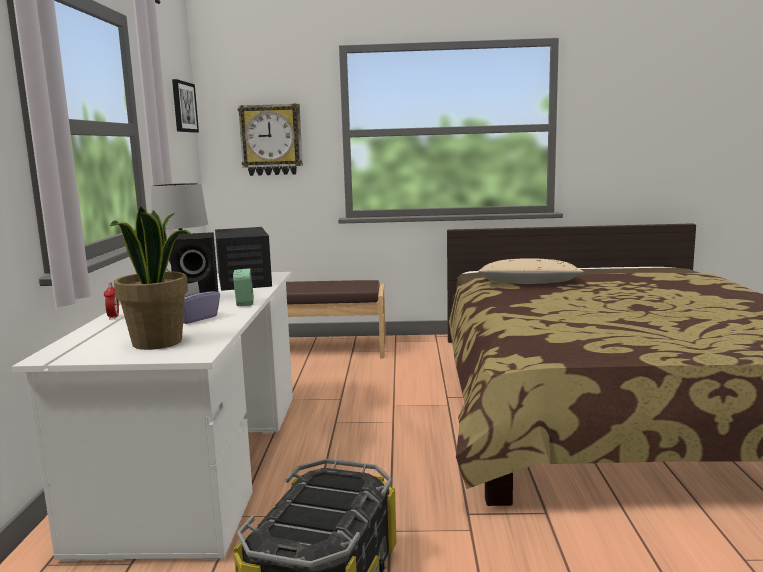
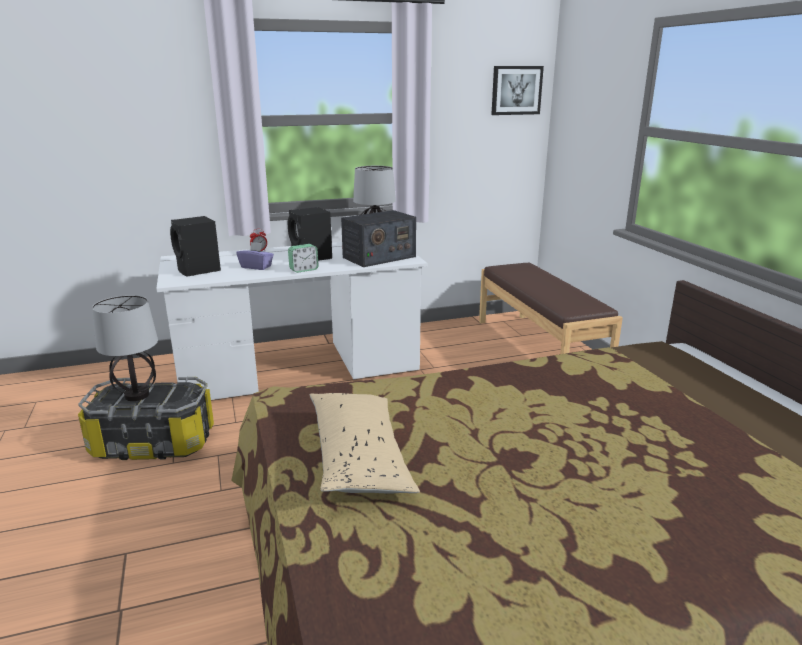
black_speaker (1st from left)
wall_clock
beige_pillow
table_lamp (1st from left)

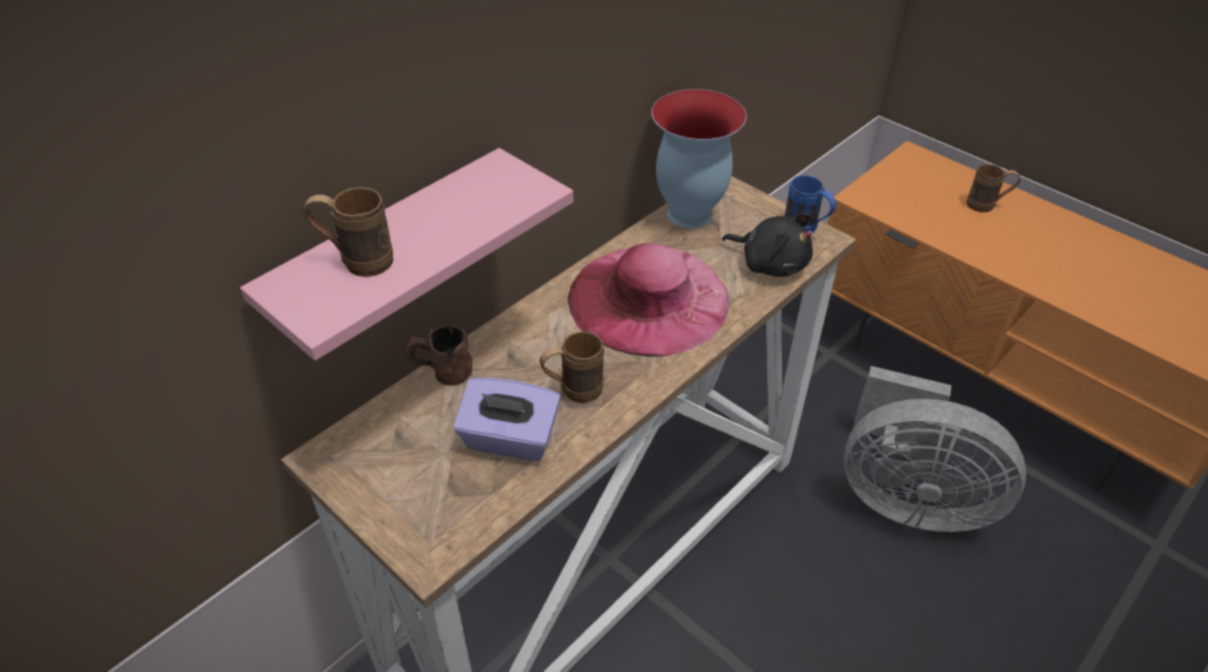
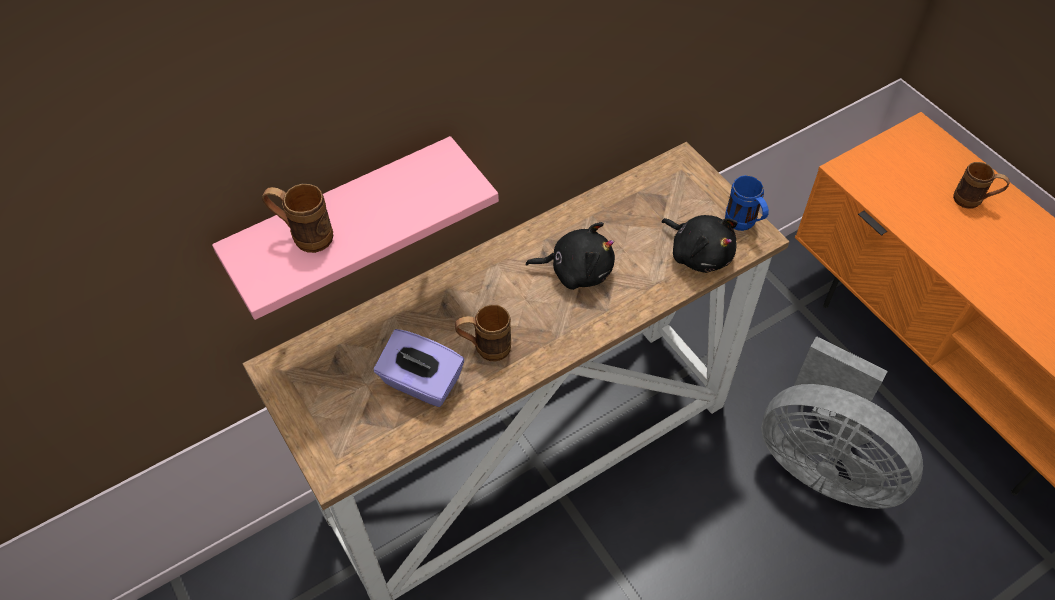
brown_mug (2nd from left in the first image)
black_plush_toy (1st from left)
vase

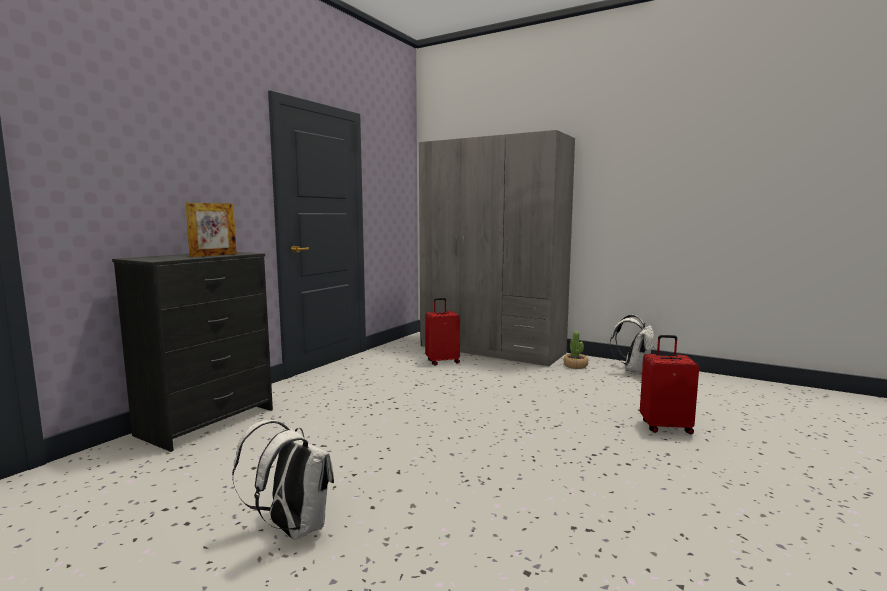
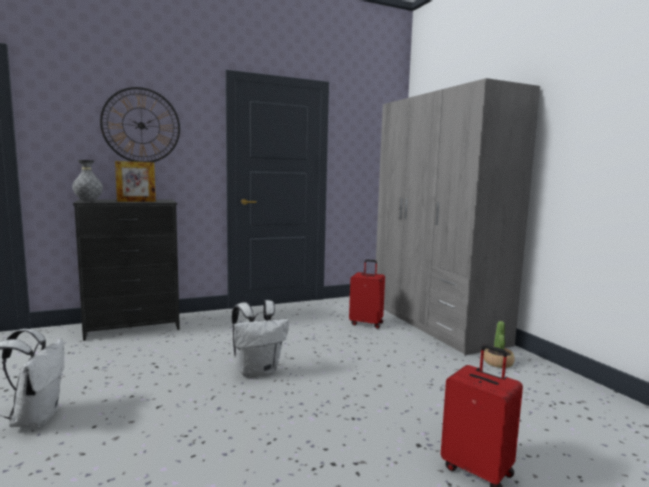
white_backpack (2nd from left)
grey_vase
wall_clock

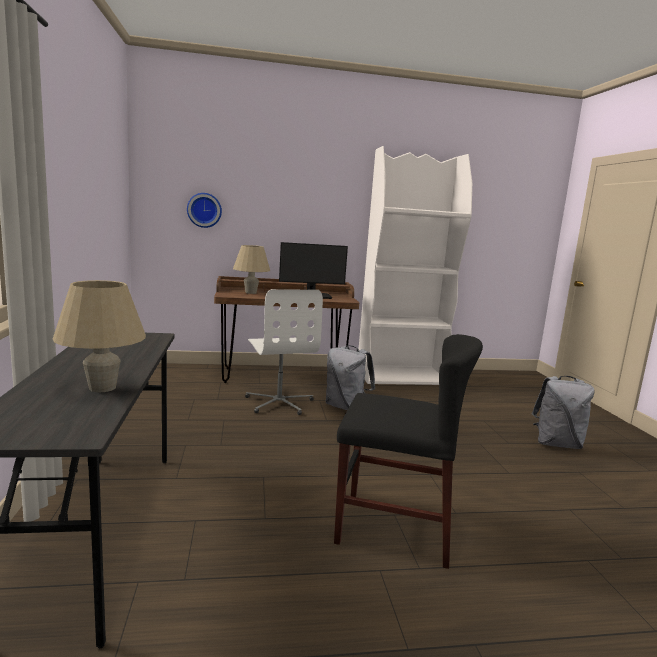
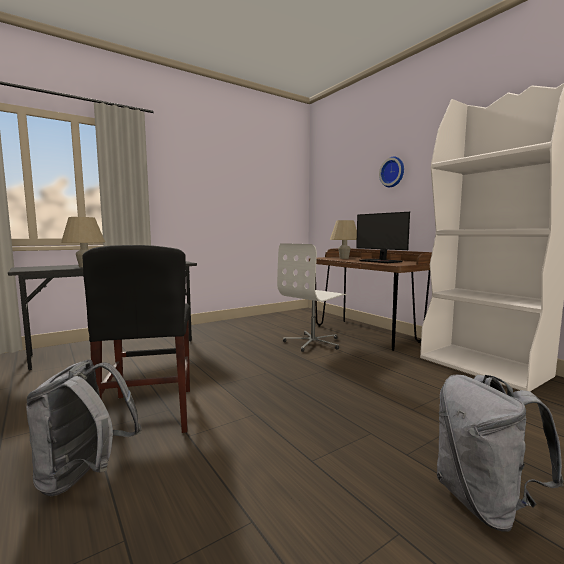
wall_clock
grey_backpack (1st from left)

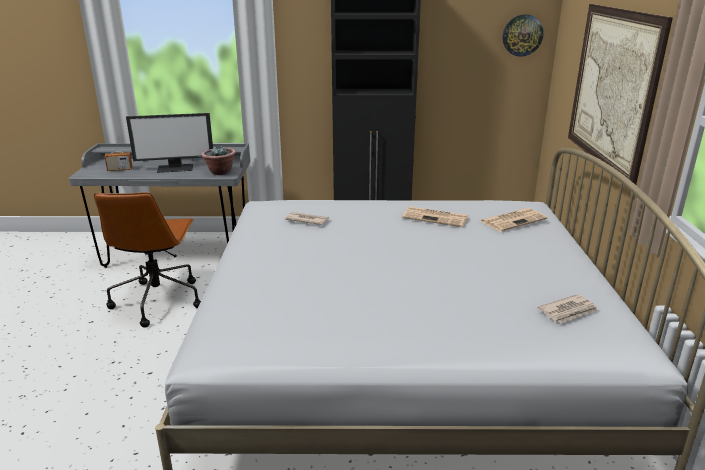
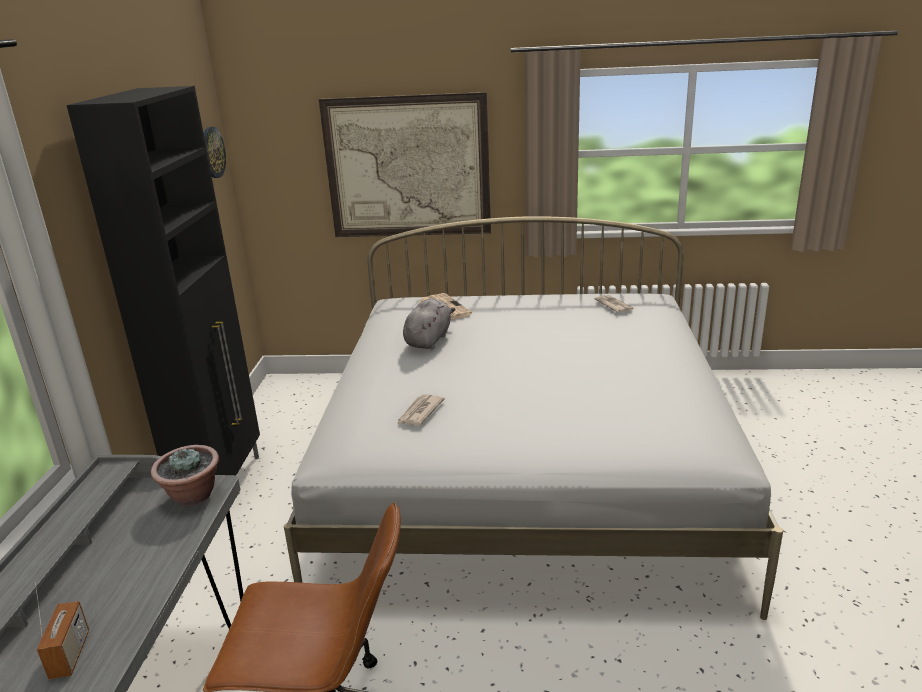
monitor
grey_plush_toy

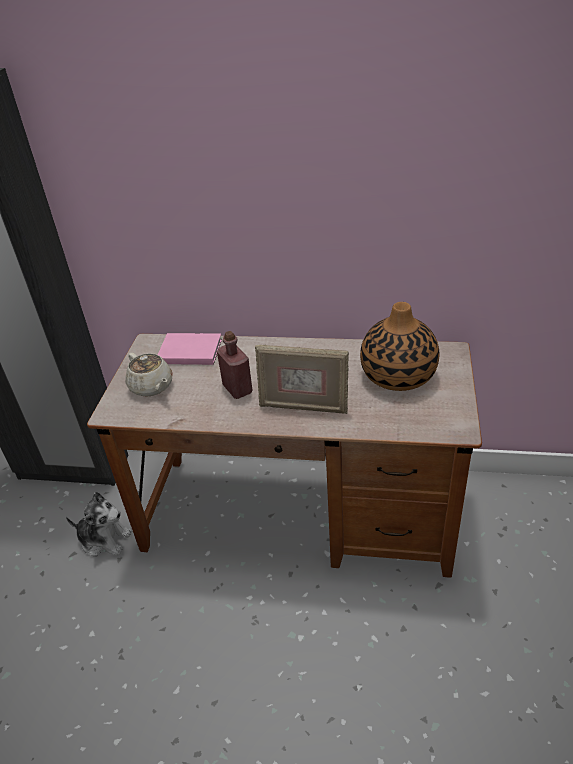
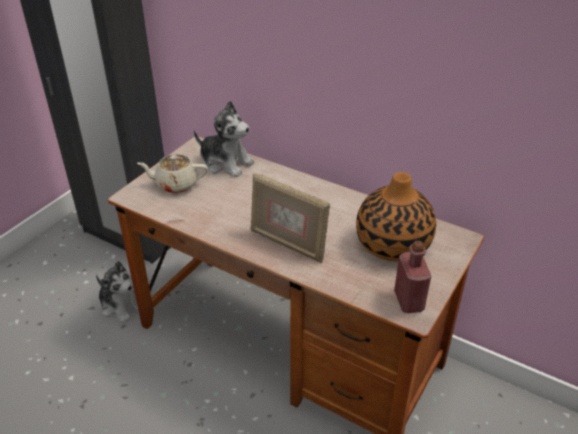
beige_teapot
plush_toy (2nd from left)
red_bottle

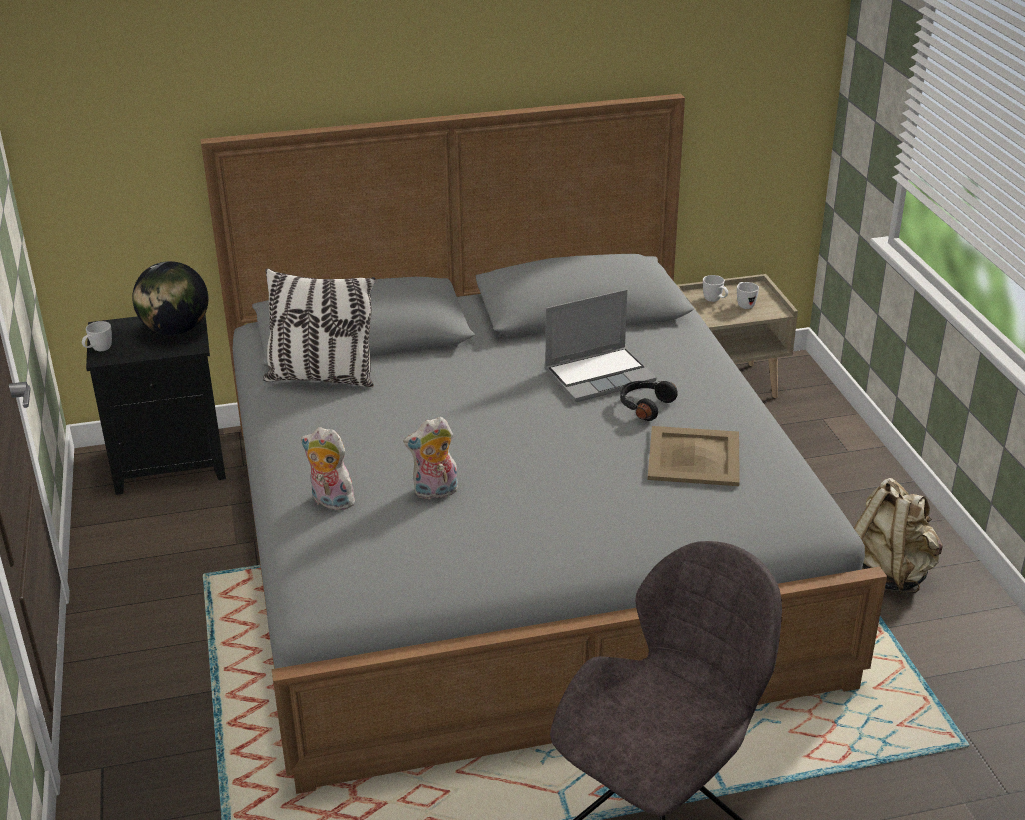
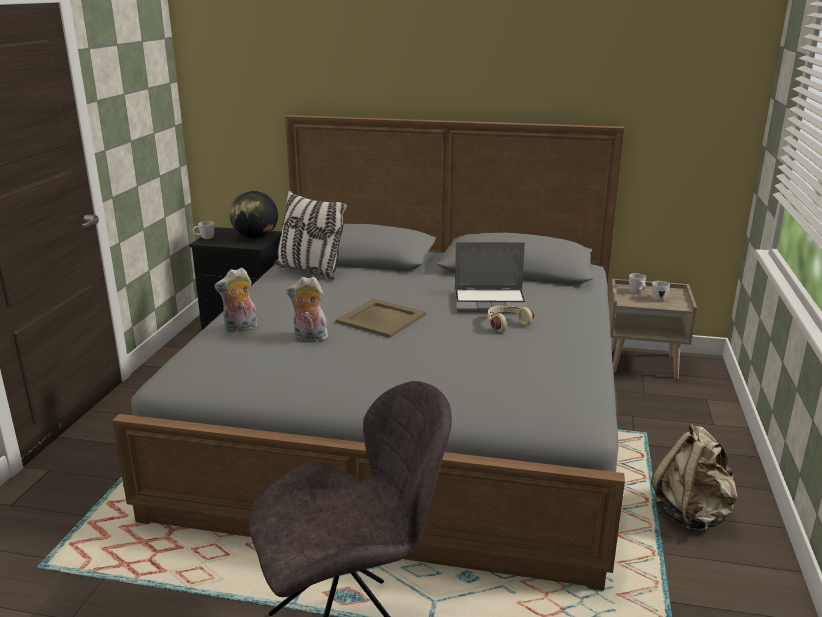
plush_toy (1st from left)
beige_headphones
beige_tray

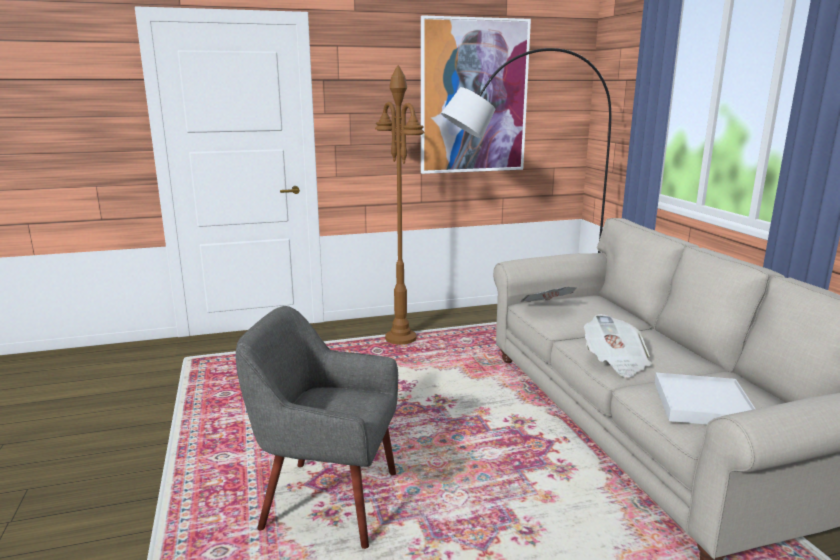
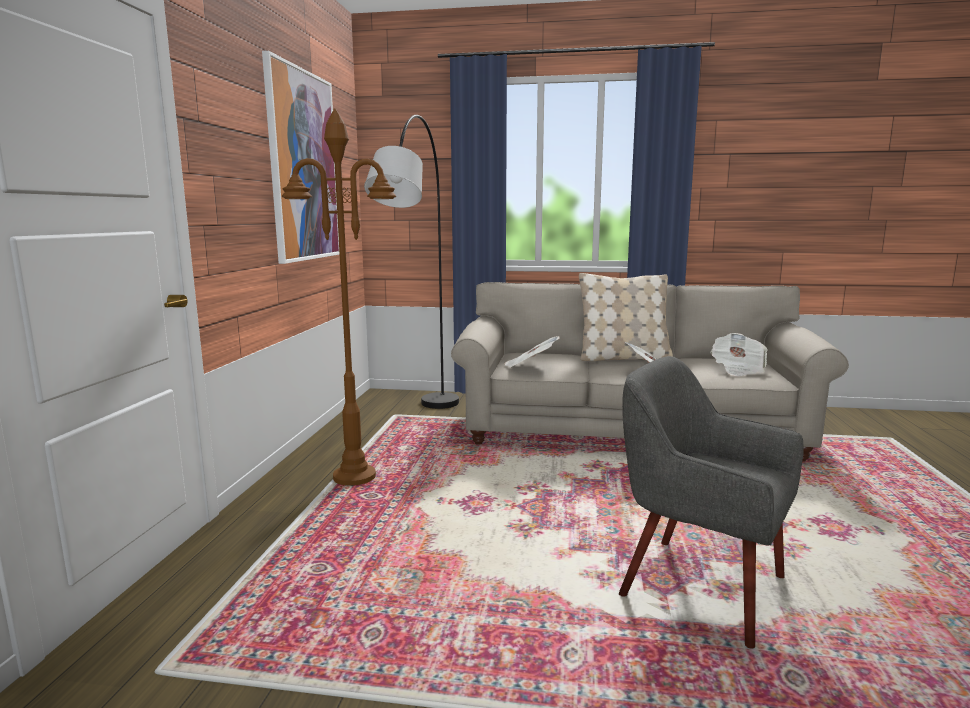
grey_armchair
newspaper (3rd from left)
beige_pillow

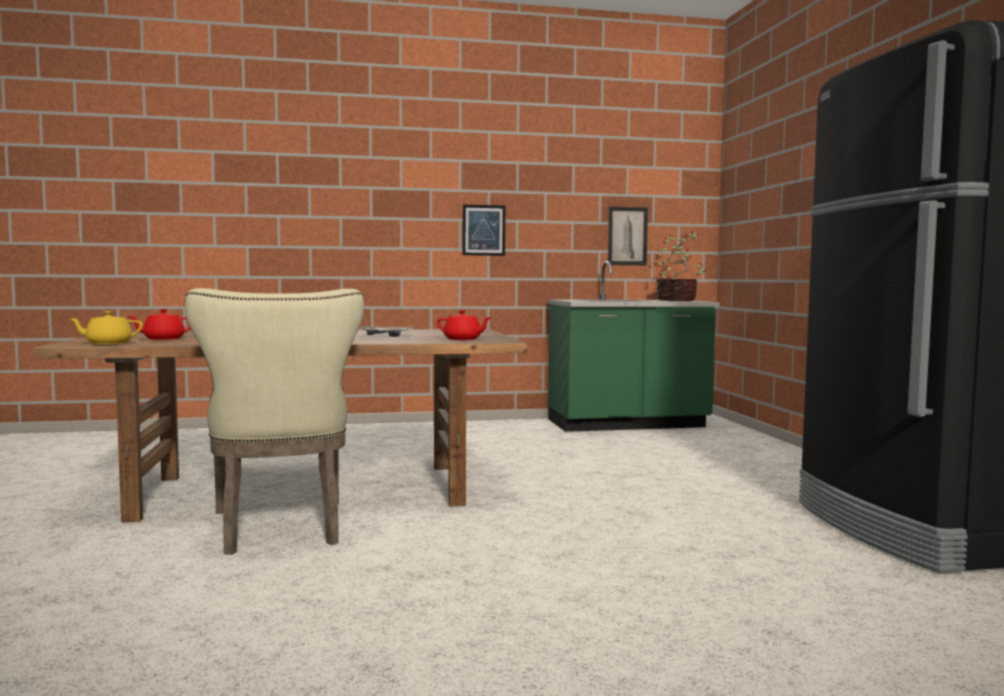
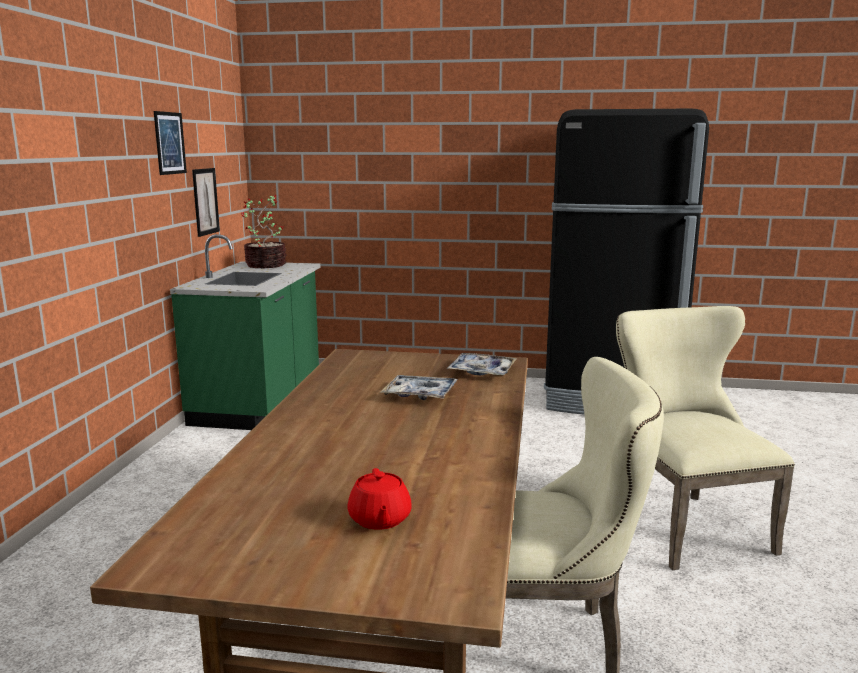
yellow_teapot
tray (2nd from left)
picture (1st from left)
beige_chair (2nd from left)

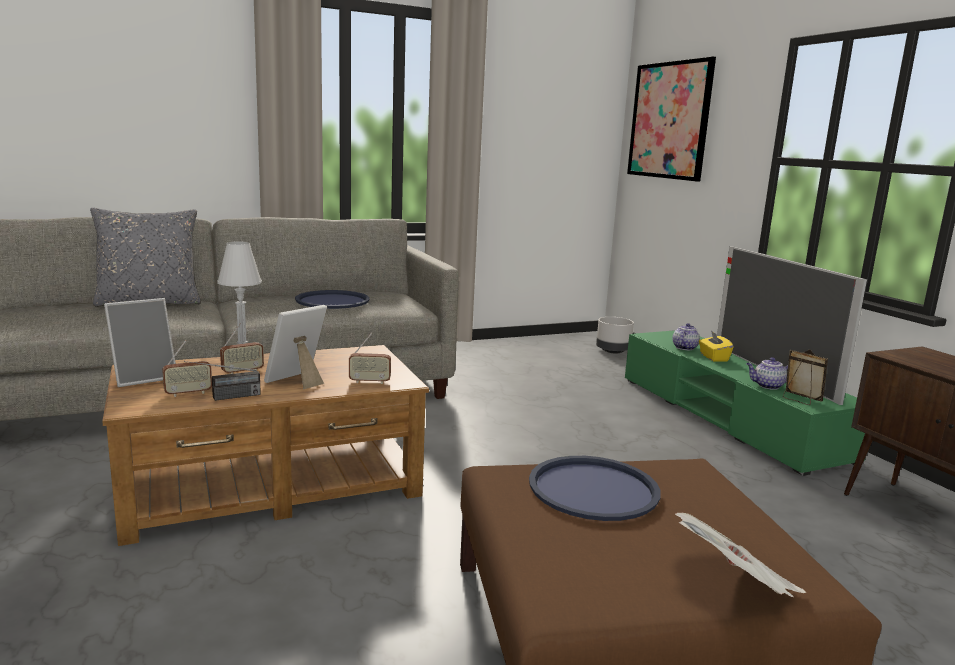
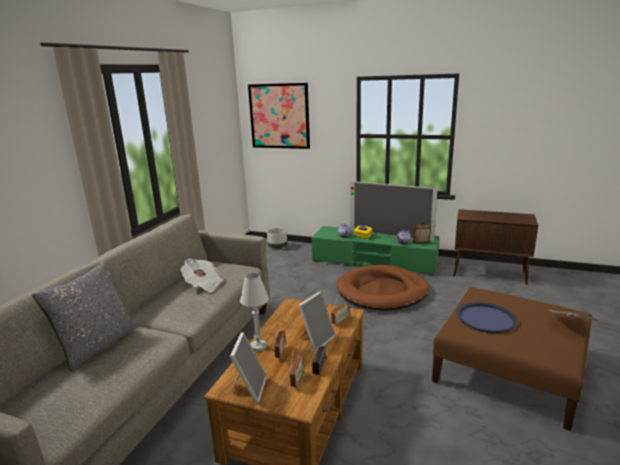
picture_frame (2nd from left)
newspaper (1st from left)
brown_dog_bed

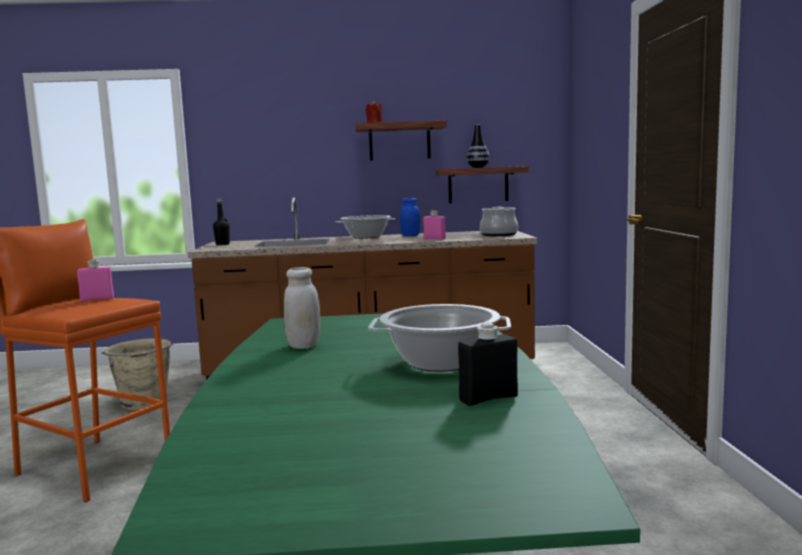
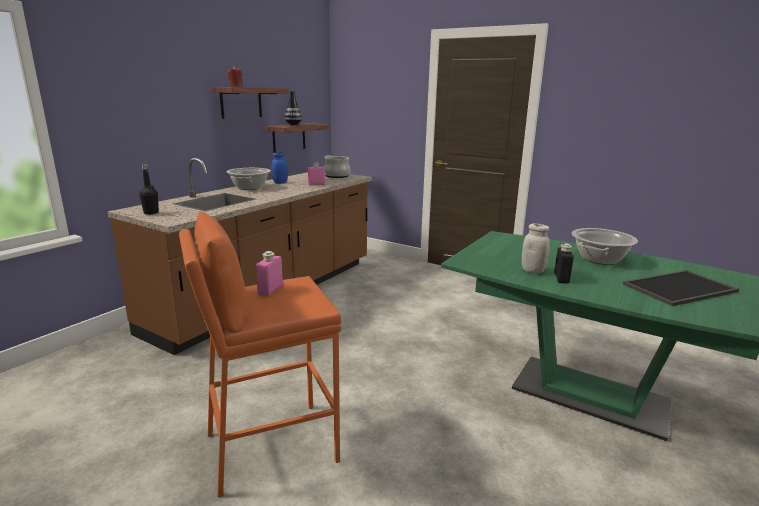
beige_bucket
black_bottle (2nd from left)
tray

